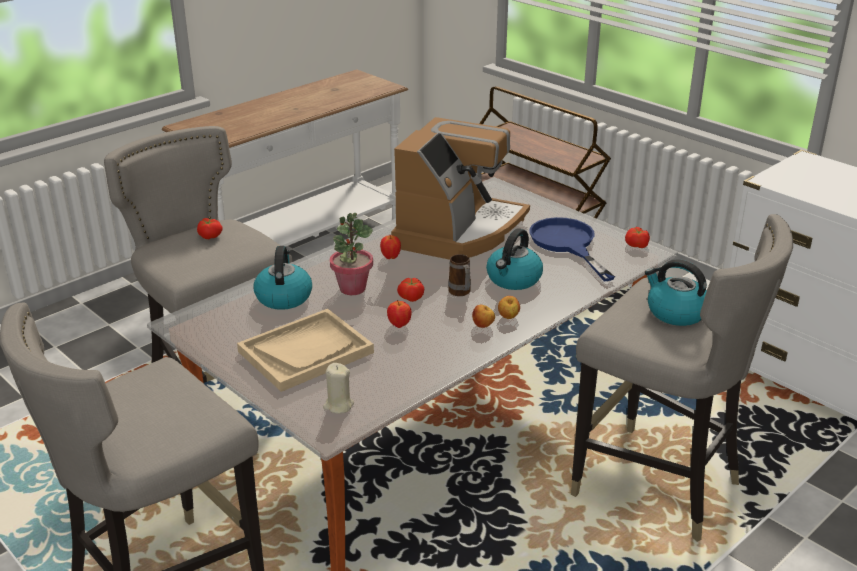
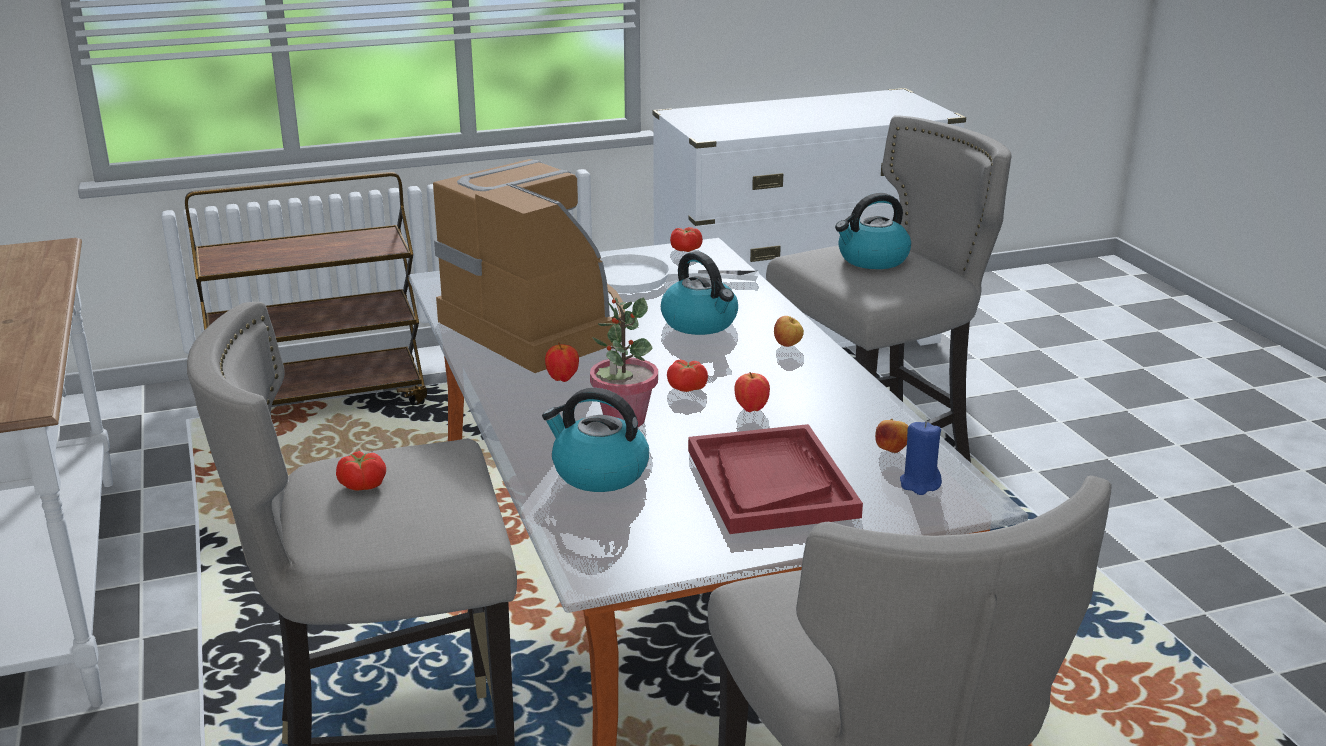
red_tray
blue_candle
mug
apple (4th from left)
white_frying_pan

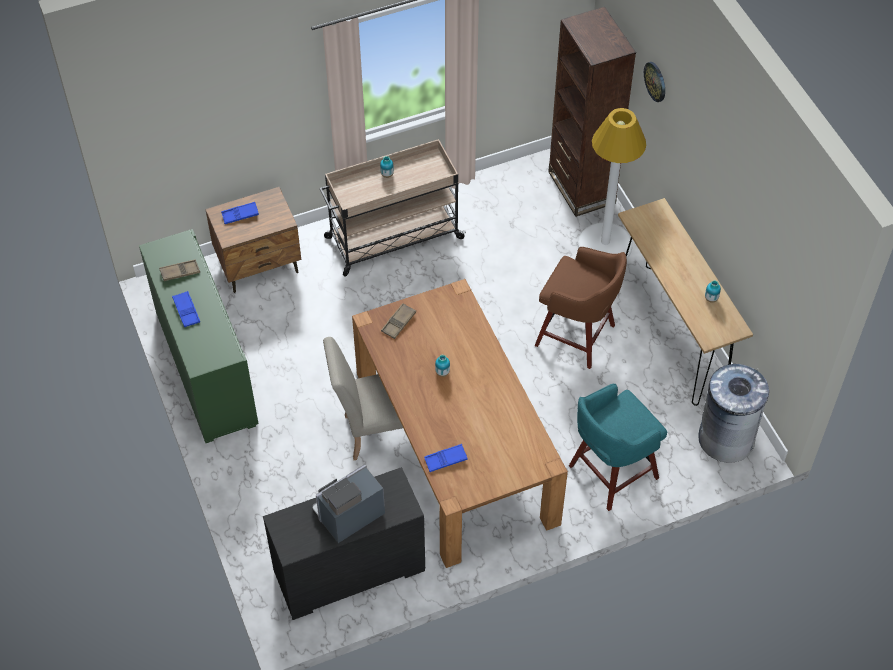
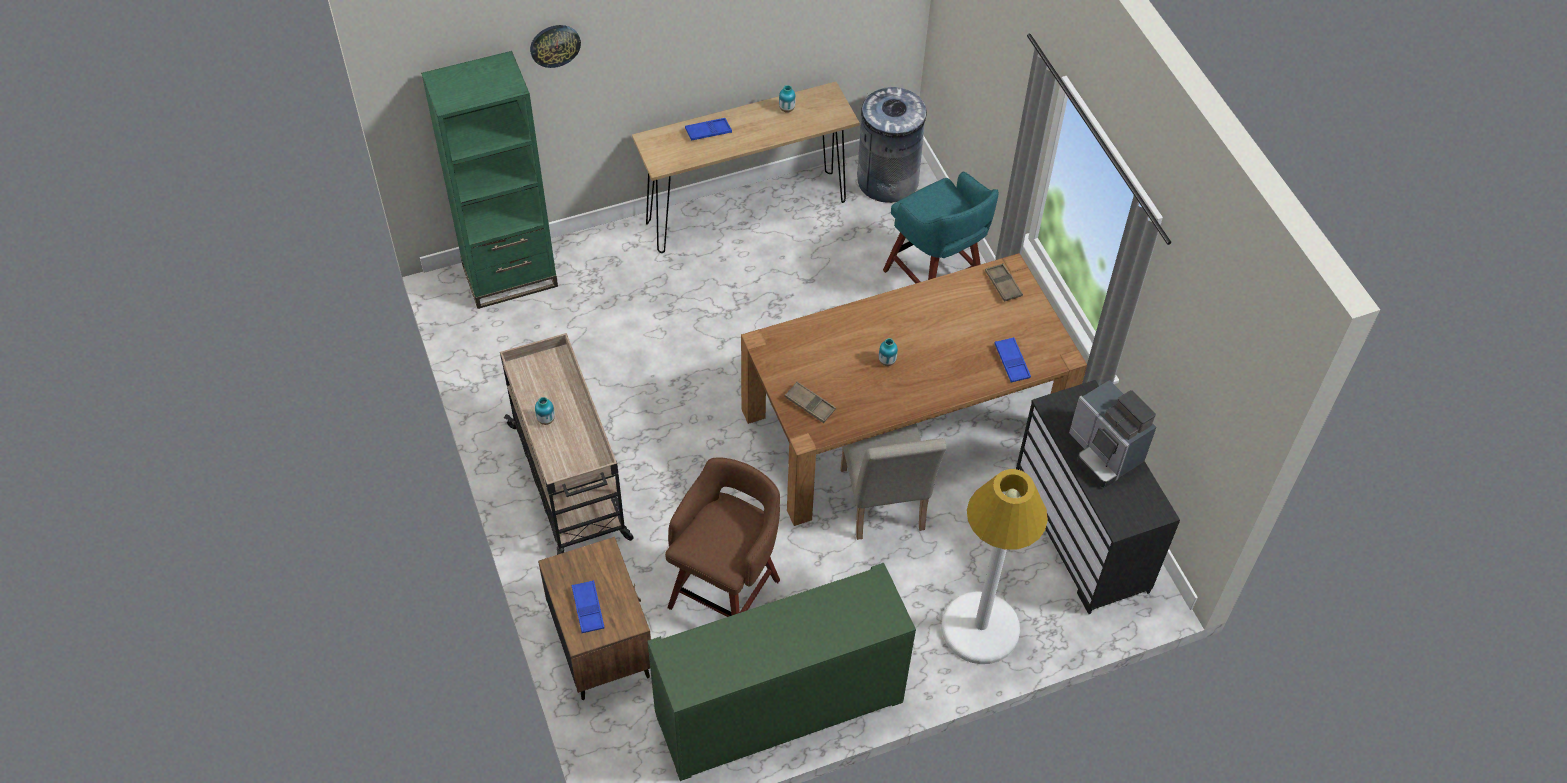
brown_tray (2nd from left)
blue_tray (2nd from left)
brown_stool
green_bookcase
white_floor_lamp

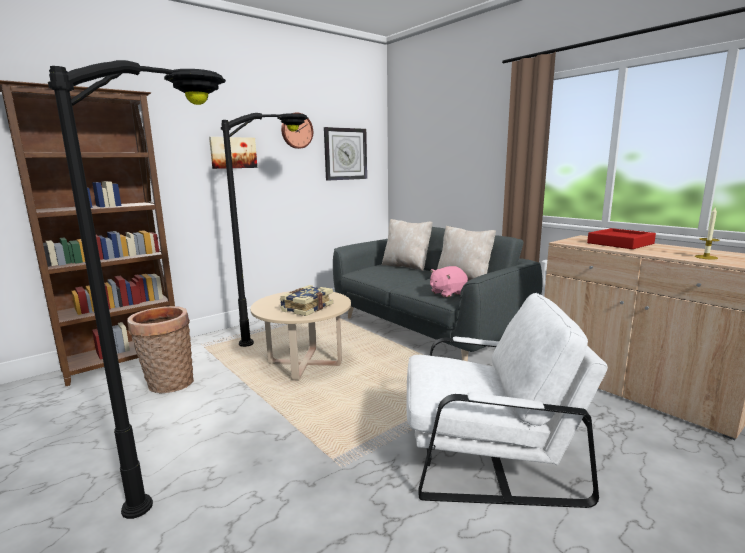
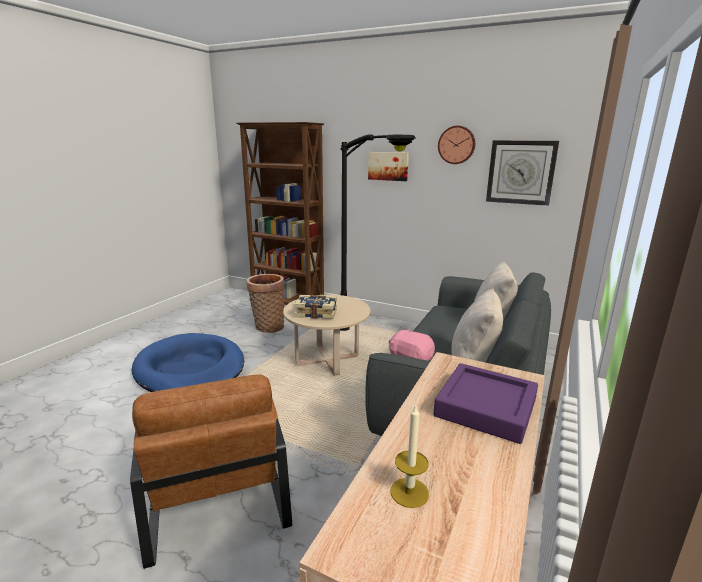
blue_dog_bed
brown_armchair
purple_tray

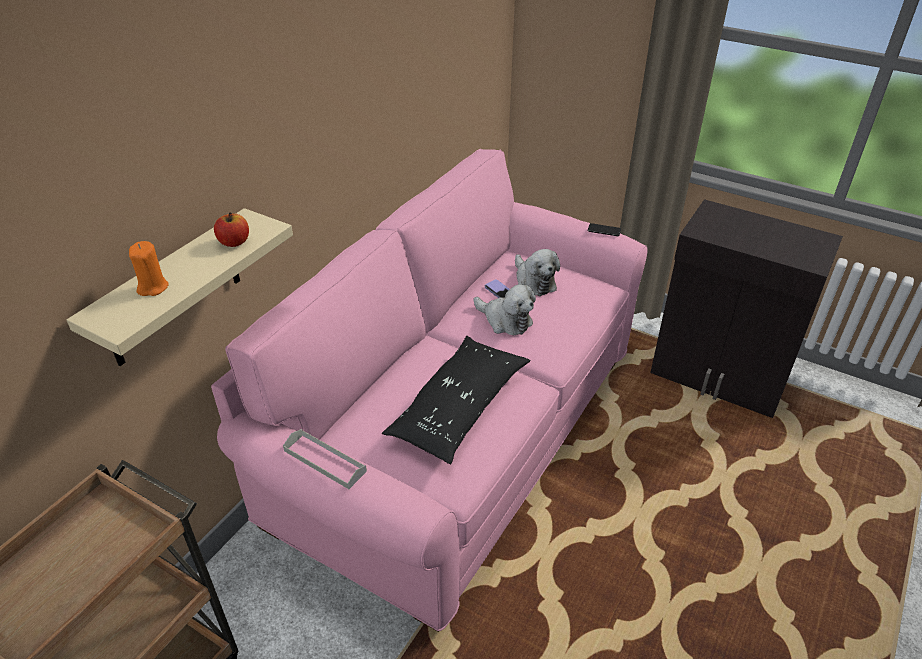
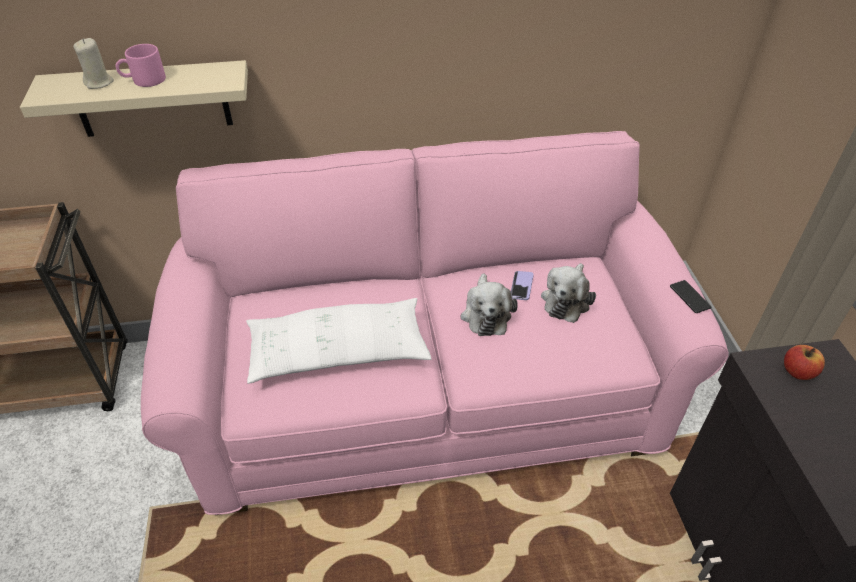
beige_candle
apple
grey_tray
white_pillow
pink_mug

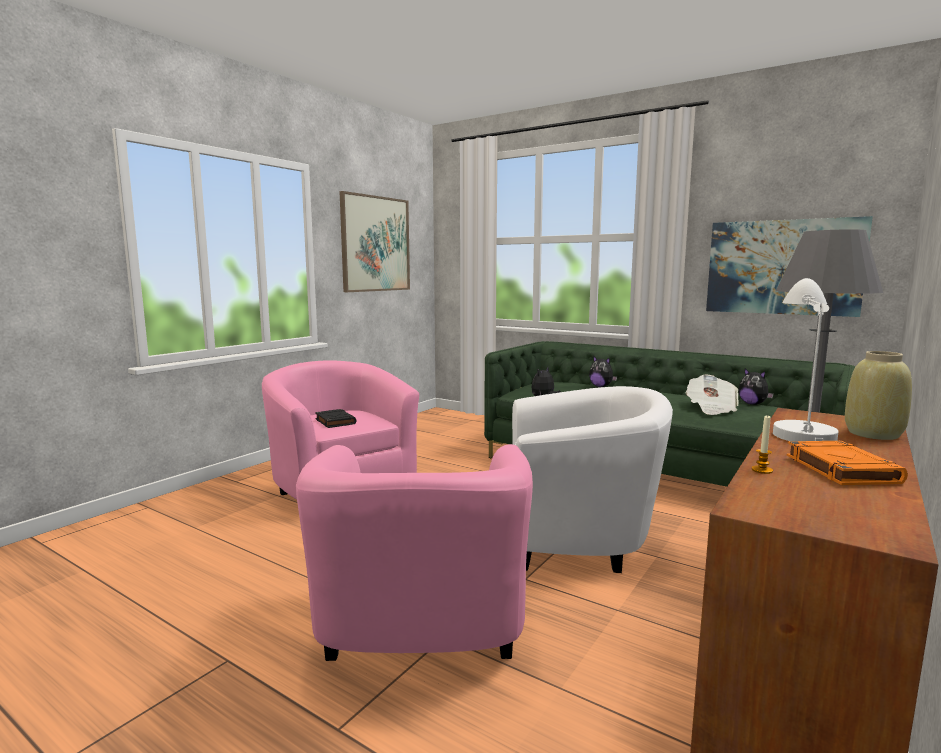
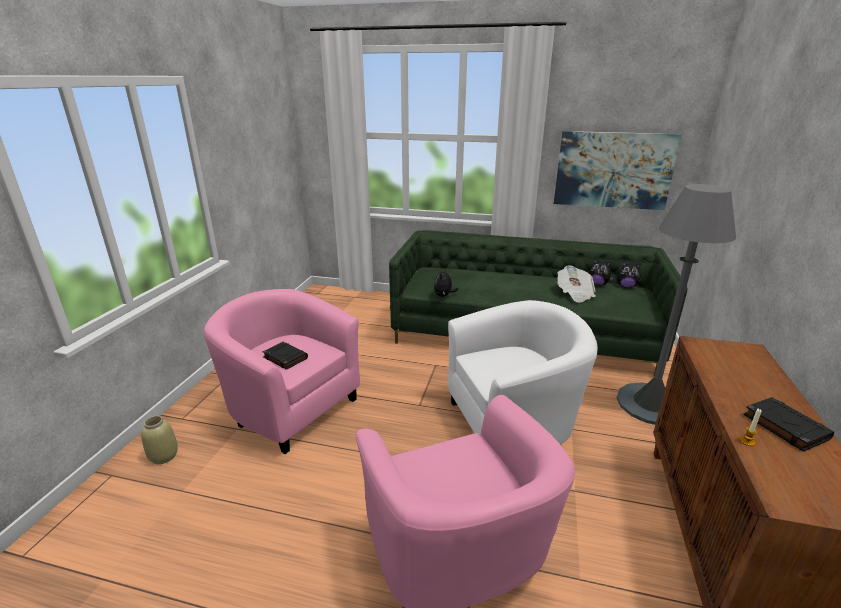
picture (1st from left in the first image)
plush_toy (3rd from left)
white_table_lamp
black_book (2nd from left)
beige_vase

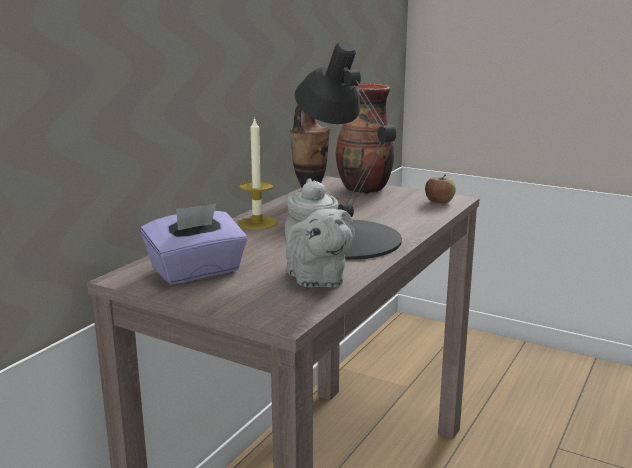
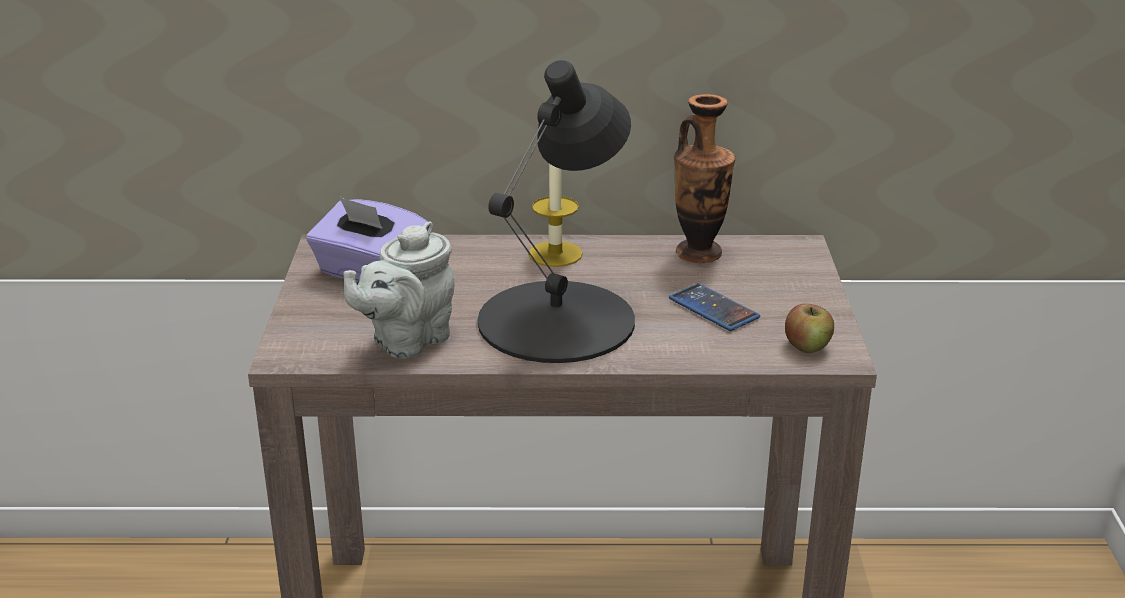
vase (2nd from left in the first image)
phone

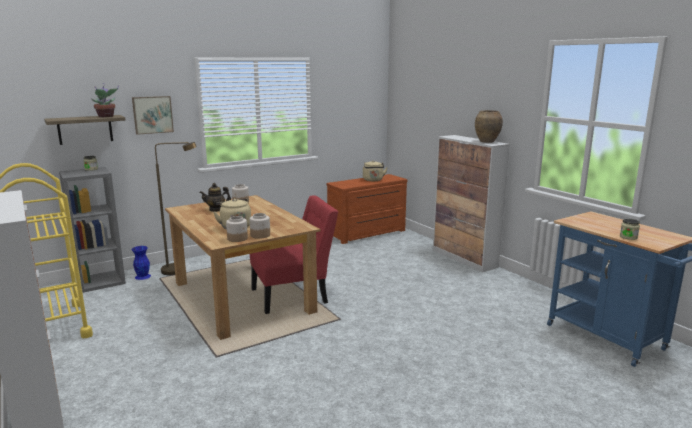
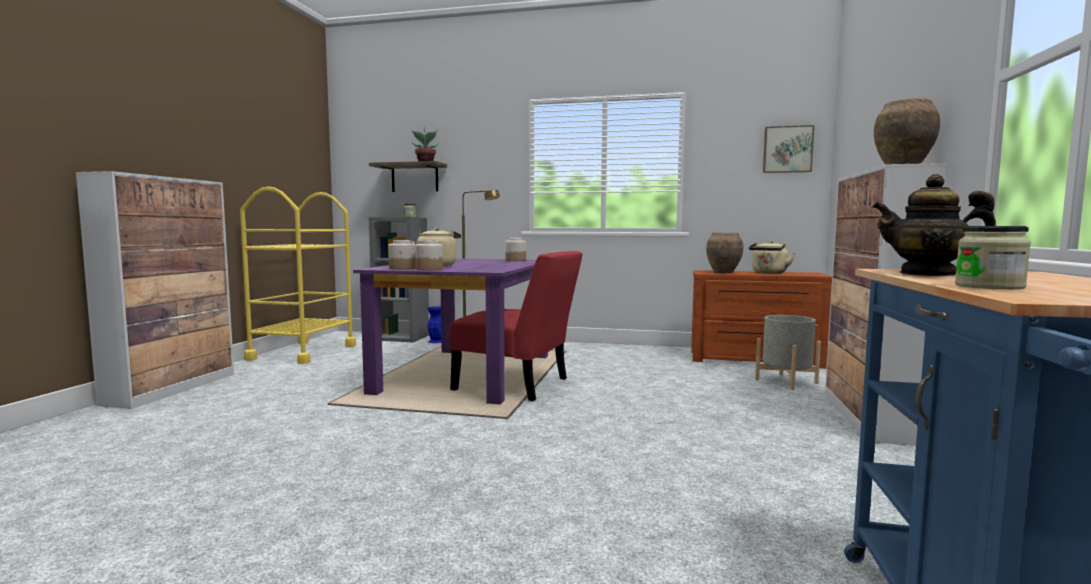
picture
purple_dining_table
teapot
brown_vase (1st from left)
grey_planter

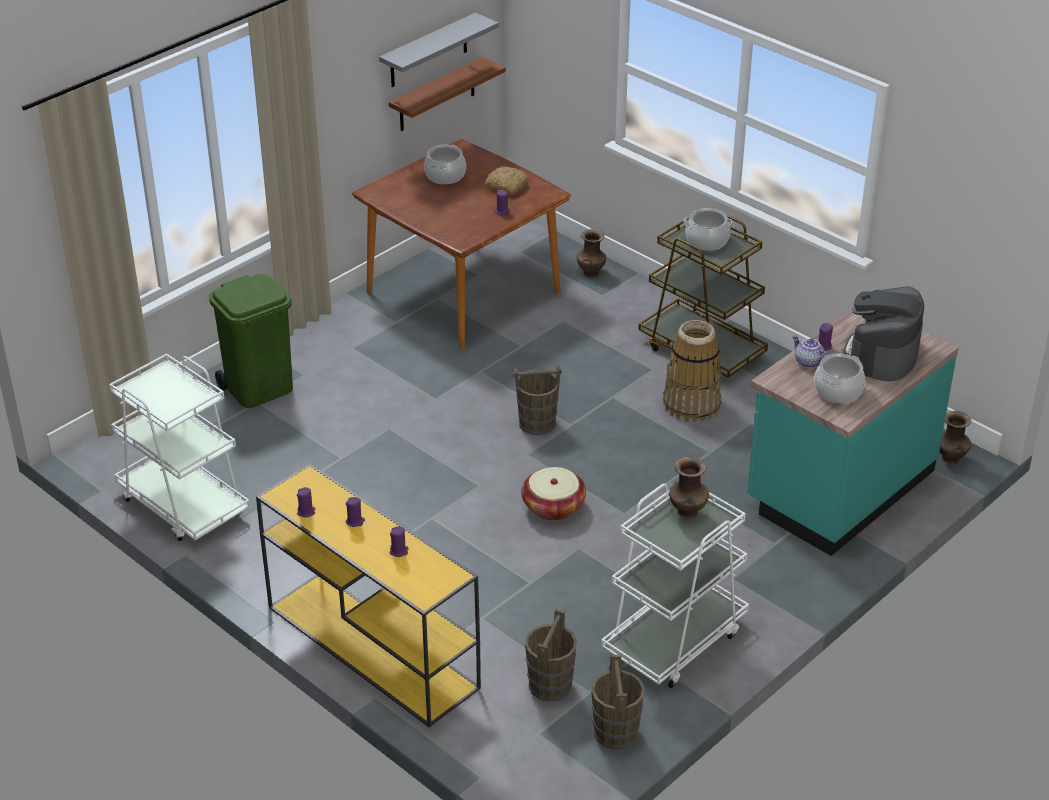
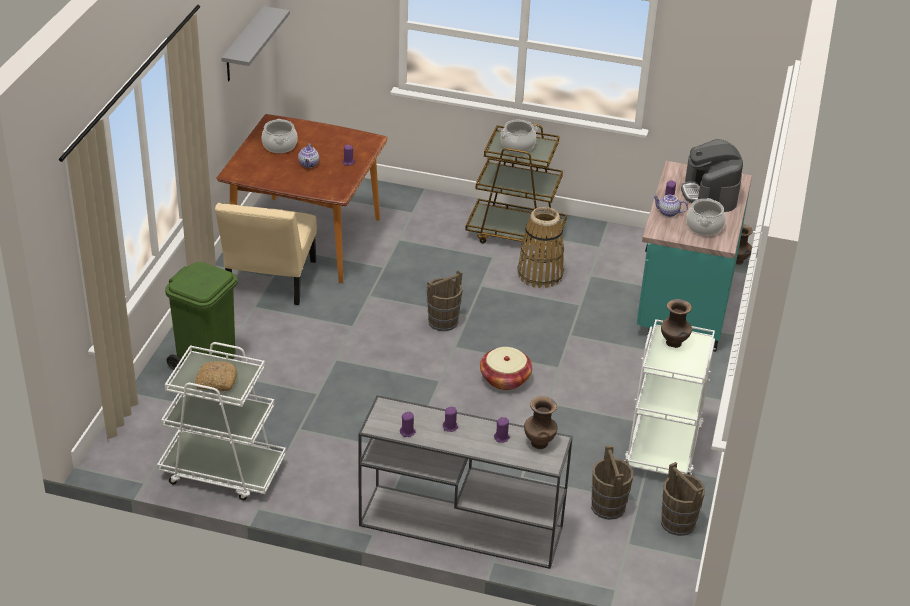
grey_console_table
brown_shelf
bread
brown_vase (1st from left)
beige_chair
teapot (1st from left)

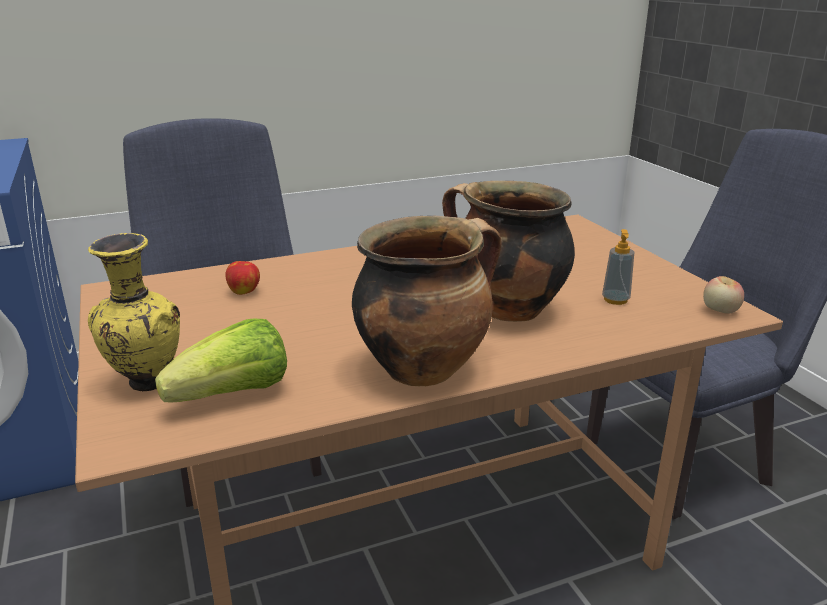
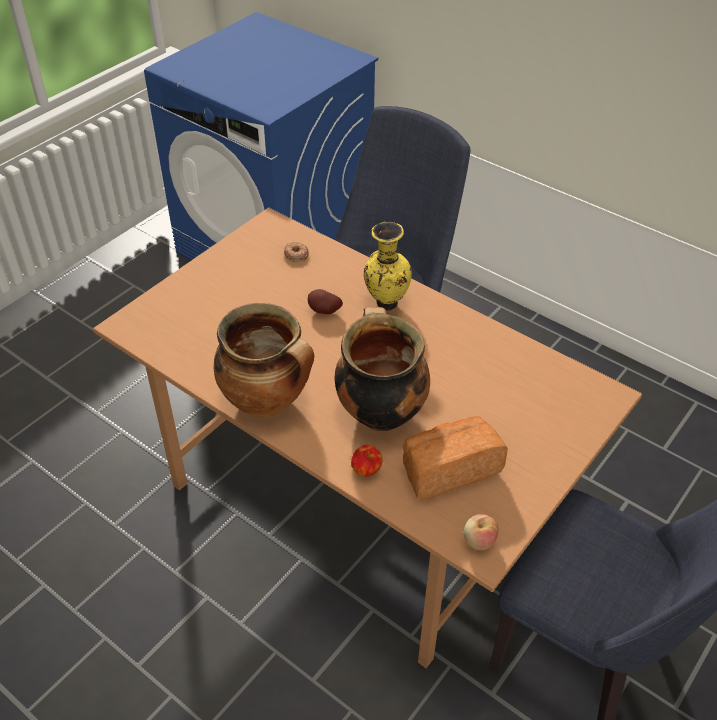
yellow_vase
lettuce
apple (1st from left)
bread
donut
potato

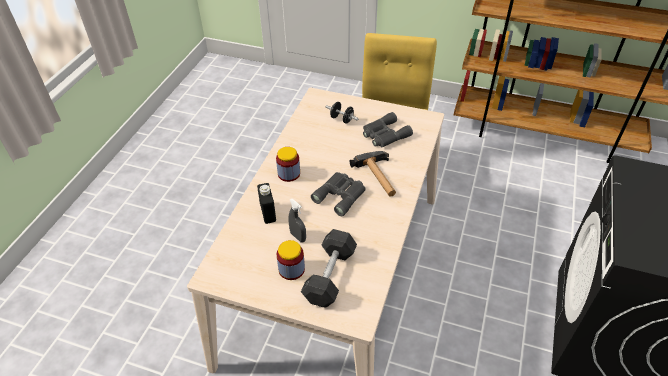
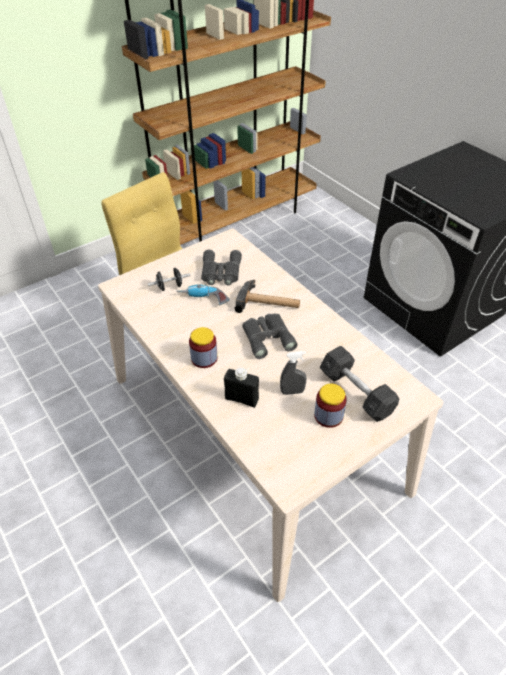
power_drill

